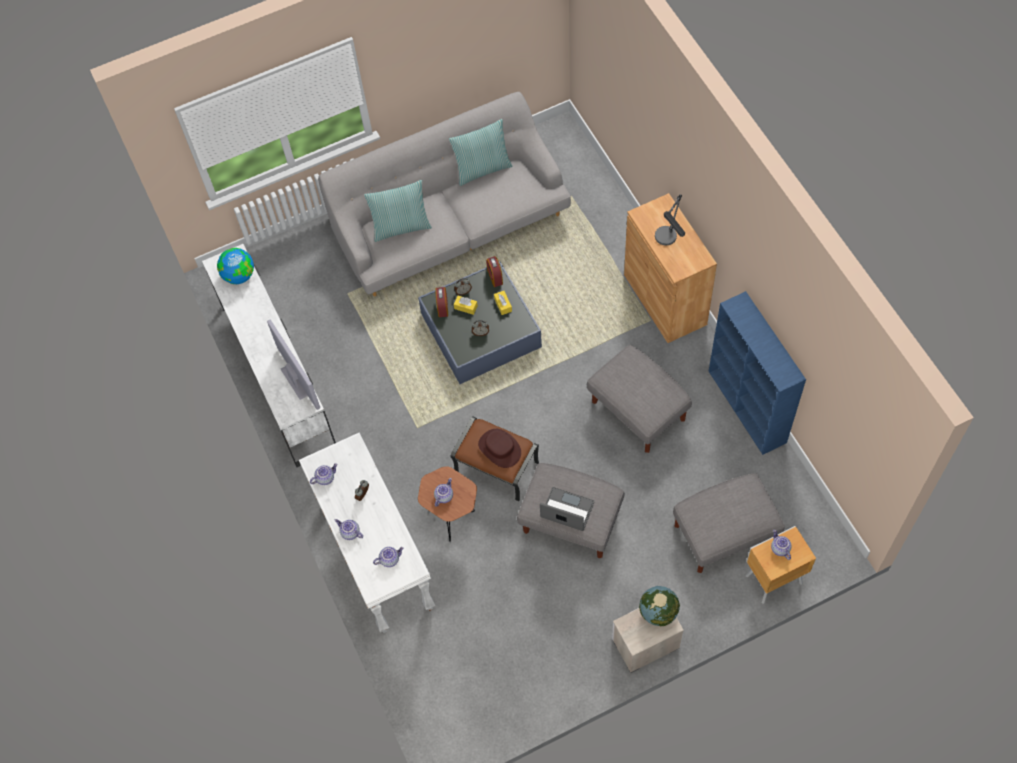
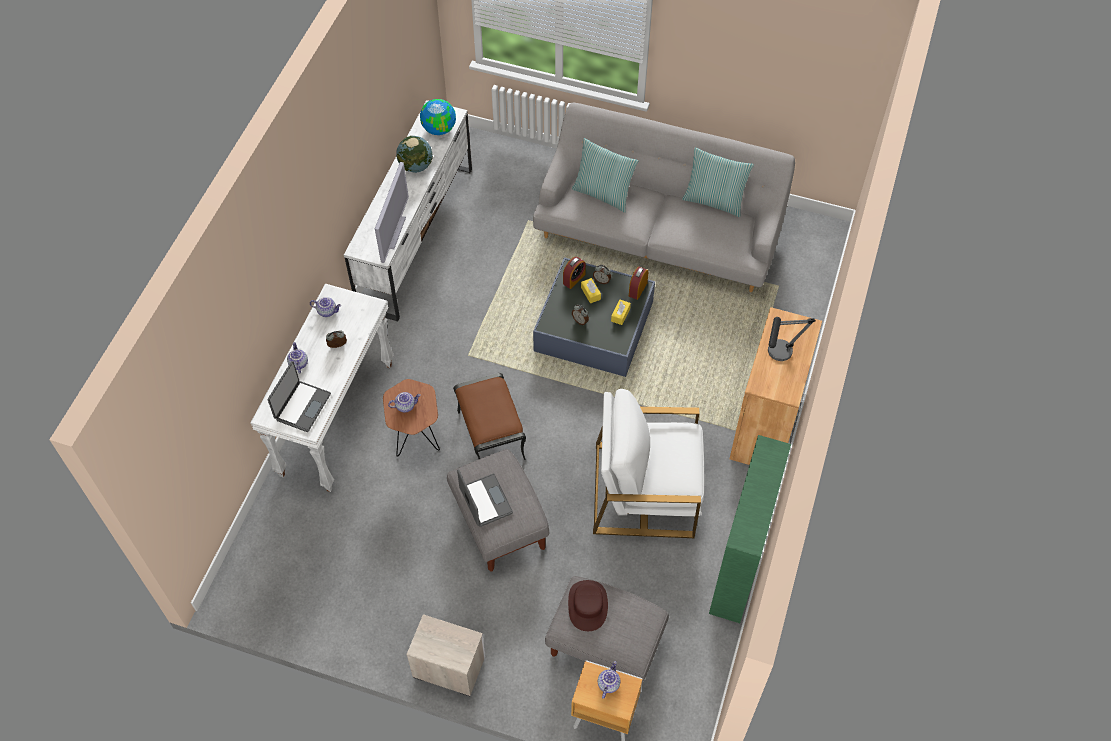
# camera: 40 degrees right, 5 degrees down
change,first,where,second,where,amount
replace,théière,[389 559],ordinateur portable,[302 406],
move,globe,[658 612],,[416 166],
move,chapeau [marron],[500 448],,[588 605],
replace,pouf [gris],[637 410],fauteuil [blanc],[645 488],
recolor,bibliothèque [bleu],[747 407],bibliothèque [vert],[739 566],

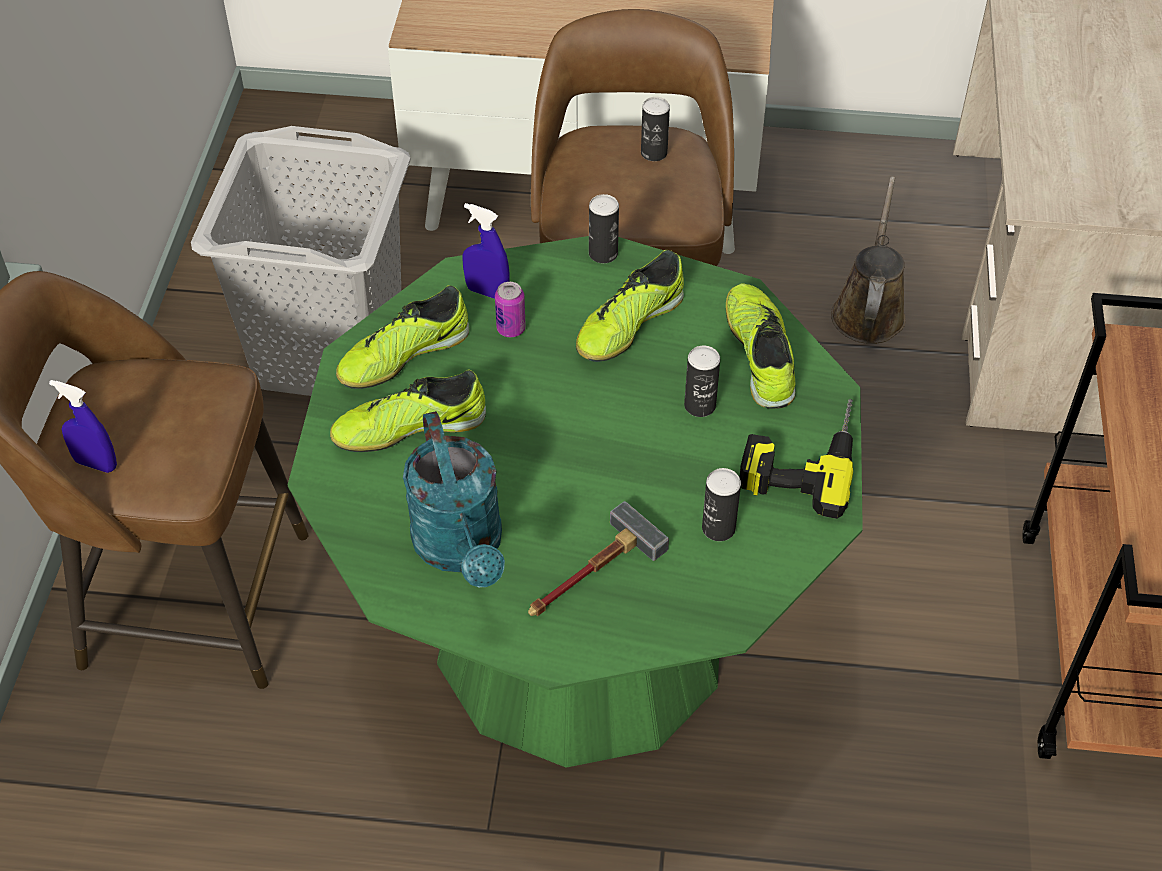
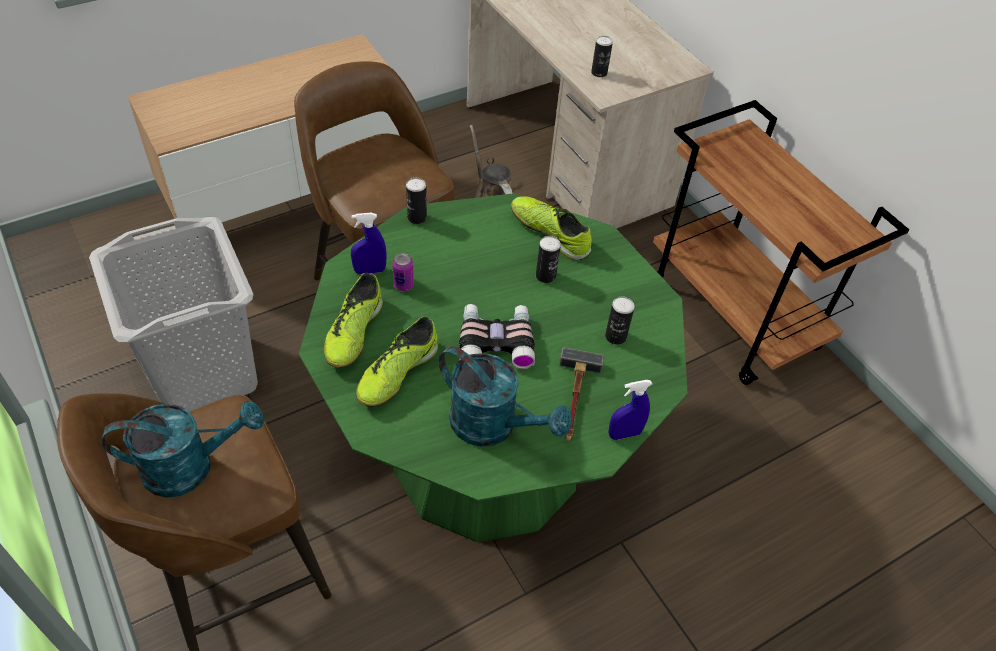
# camera: 40 degrees left, 0 degrees up
change,first,where,second,where,amount
insert,,,arrosoir [turquoise],[191 466],
insert,,,jumelles,[496 340],
move,boîte métallique,[654 153],,[599 73],
move,vaporisateur [bleu],[96 464],,[624 434],
delete,chaussure,[629 325],,,
delete,perceuse,[801 456],,,

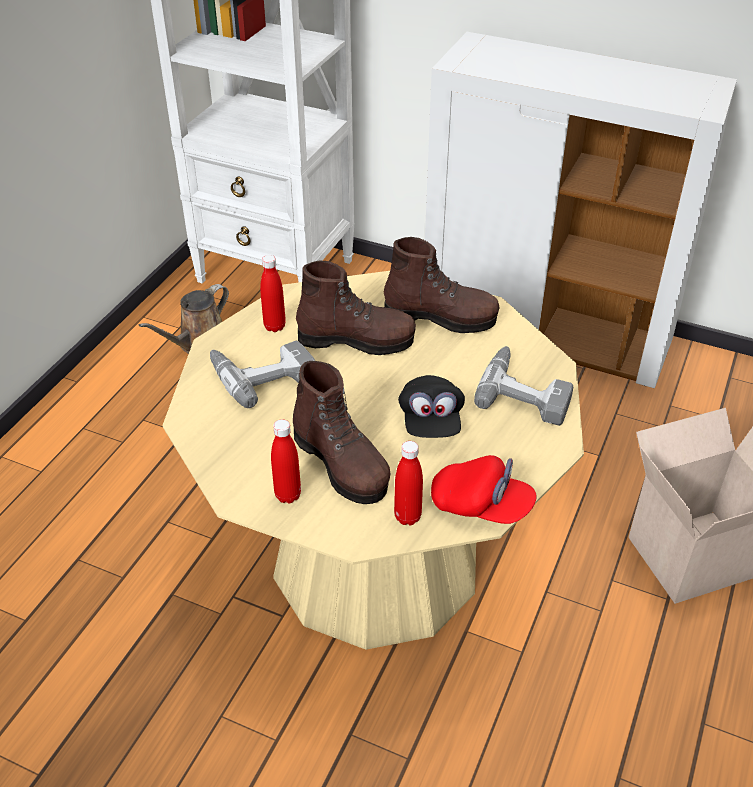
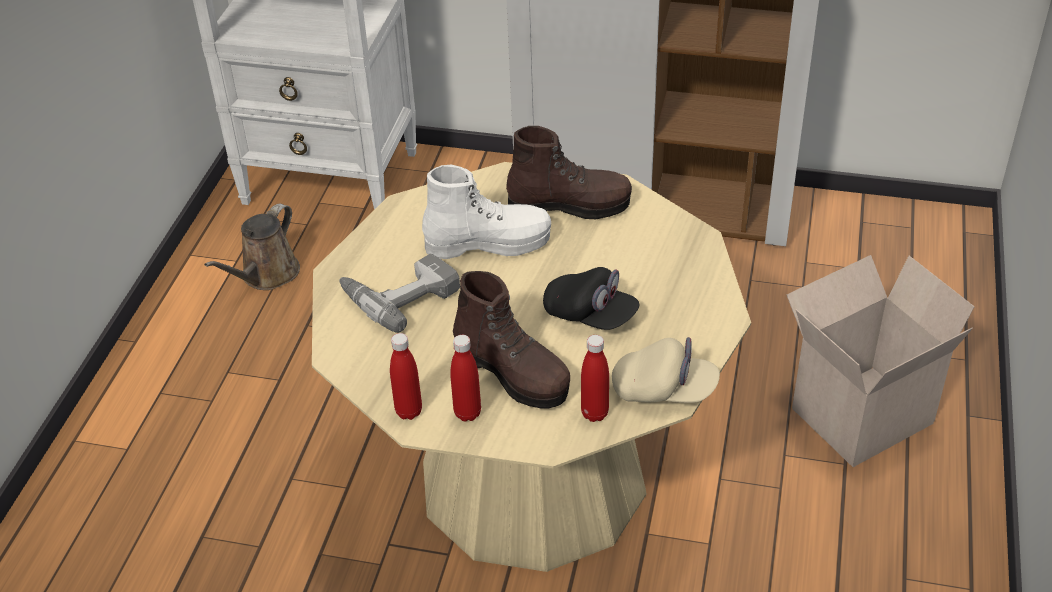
# camera: 10 degrees left, 0 degrees up
change,first,where,second,where,amount
move,bouteille [rouge],[274 326],,[409 411],
recolor,botte [marron],[356 340],botte [blanc],[488 243],
rotate,casquette [noir],[430 421],,[590 315],45 degrees counterclockwise
recolor,casquette [rouge],[481 506],casquette [beige],[664 390],
delete,perceuse,[526 392],,,

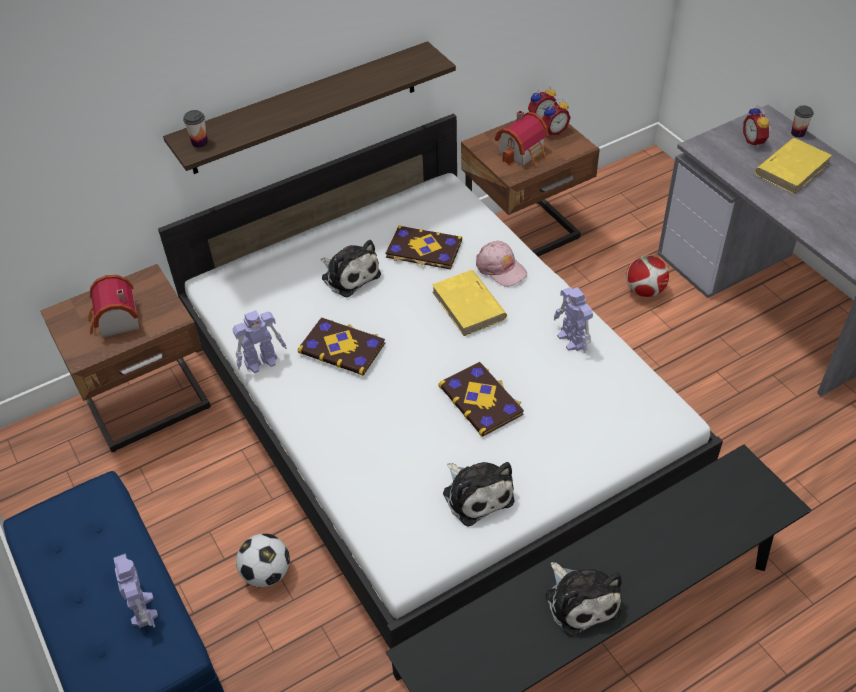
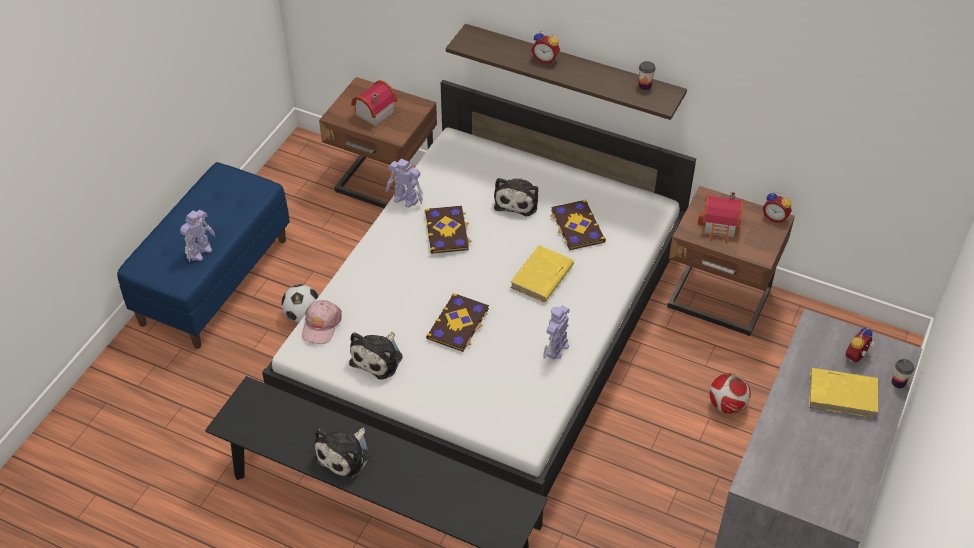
# camera: 55 degrees right, 0 degrees up
change,first,where,second,where,amount
move,casquette [rose],[501 268],,[321 325],
move,réveil,[553 131],,[545 59],
move,tasse,[199 143],,[645 86],

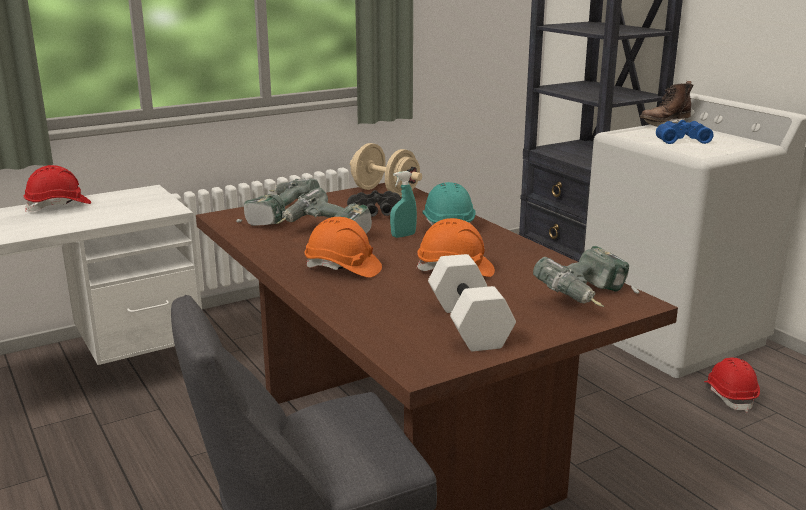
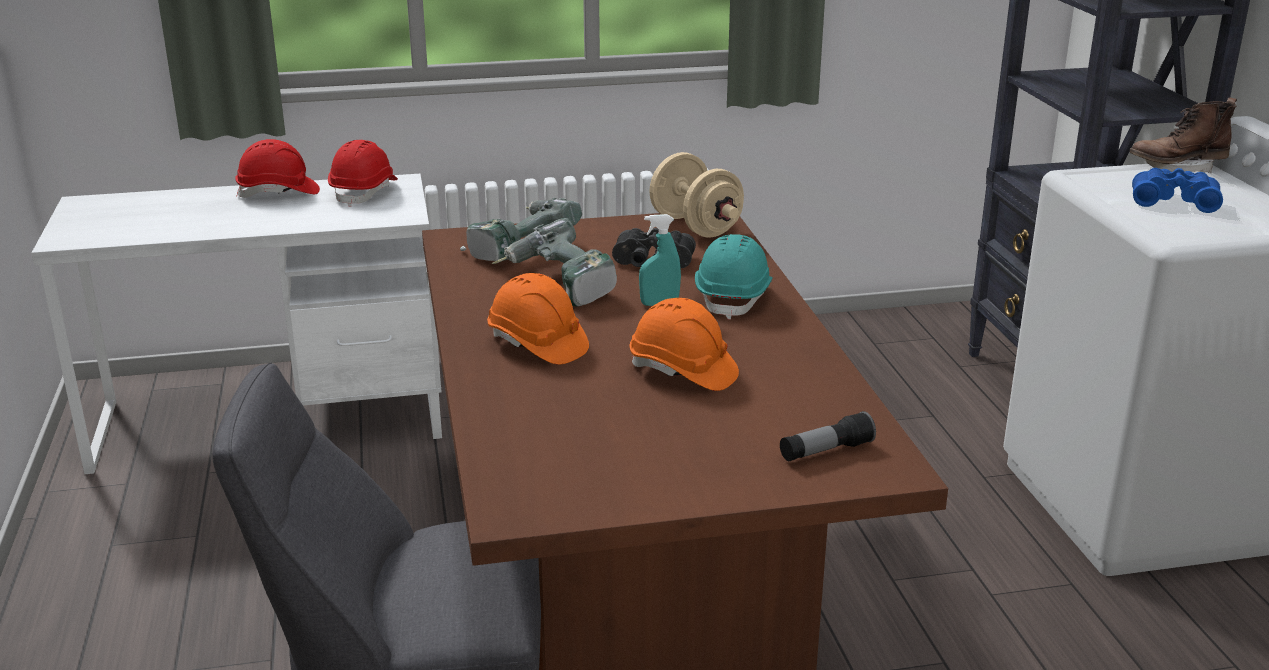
# camera: 20 degrees right, 5 degrees up
change,first,where,second,where,amount
move,casque de chantier [rouge],[730 395],,[365 192],
replace,perceuse,[588 299],lampe de poche,[825 451],
delete,haltère [blanc],[466 323],,,

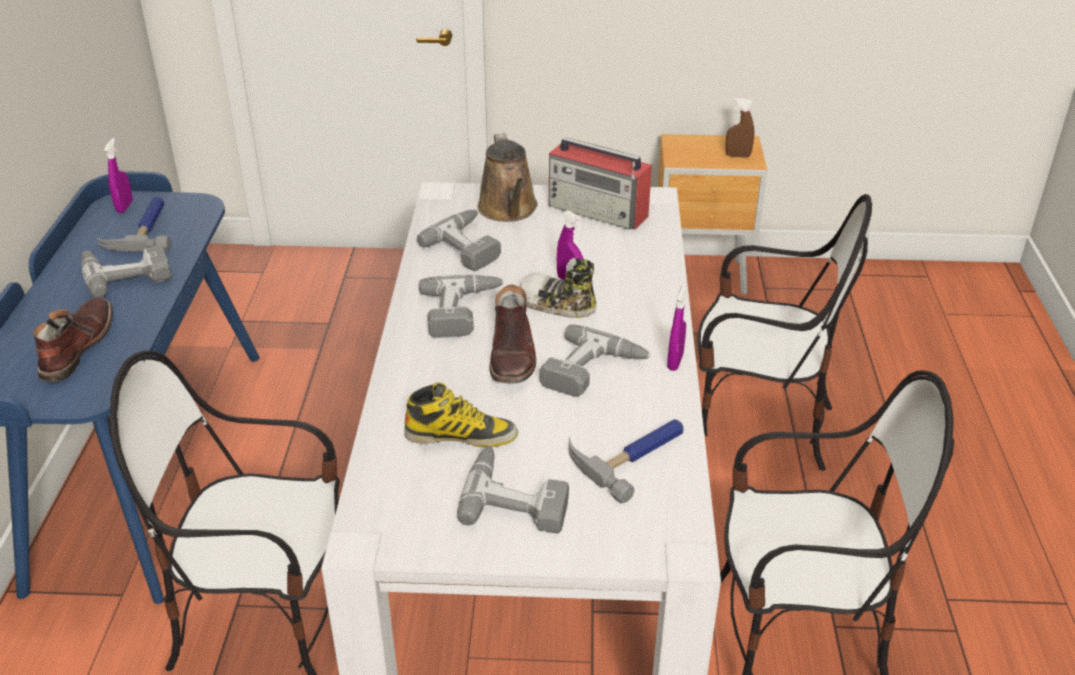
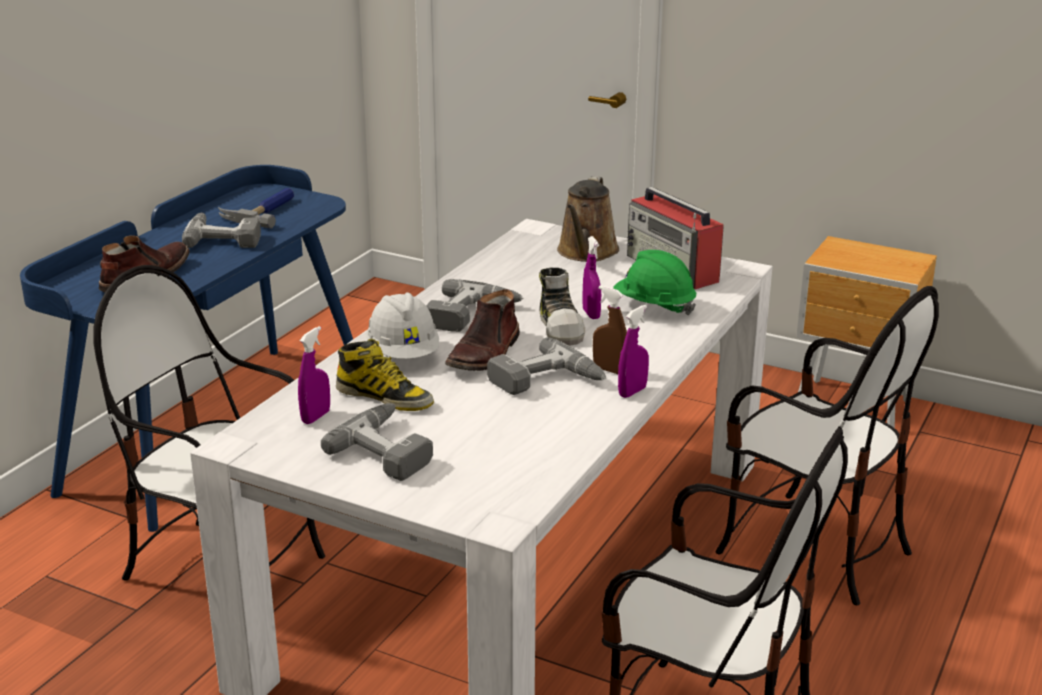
# camera: 25 degrees right, 10 degrees down
change,first,where,second,where,amount
move,vaporisateur [violet],[124 207],,[316 417],
insert,,,casque de chantier [blanc],[404 353],
rotate,chaussure,[556 304],,[561 328],150 degrees counterclockwise
move,vaporisateur [marron],[737 155],,[609 370],
insert,,,casque de chantier [vert],[654 306],
delete,perceuse,[470 245],,,
delete,marteau,[632 455],,,

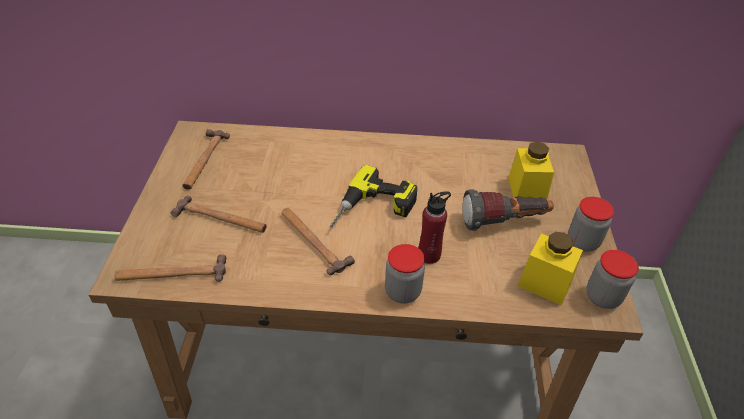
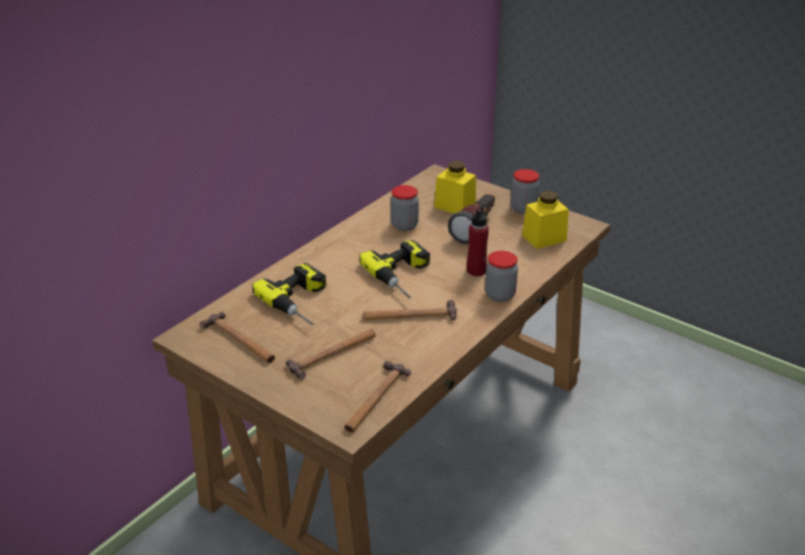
# camera: 55 degrees left, 10 degrees down
change,first,where,second,where,amount
insert,,,perceuse,[303 302],
move,bocal,[602 297],,[404 225],

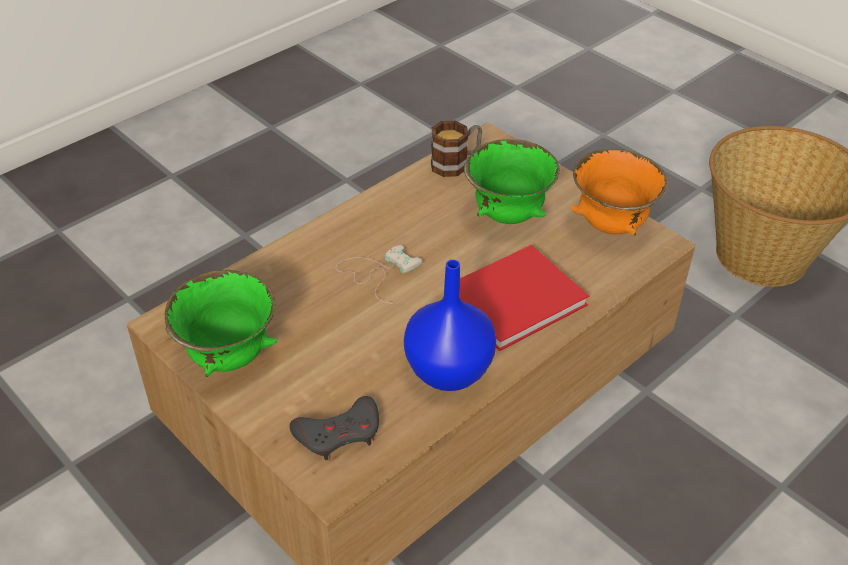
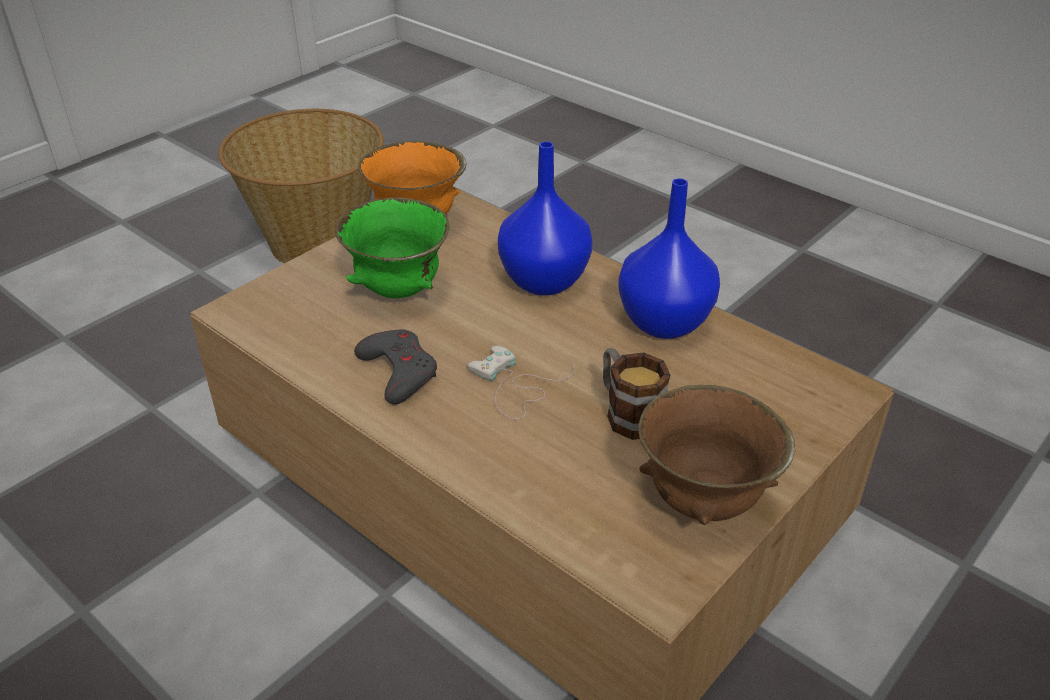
# camera: 95 degrees left, 5 degrees down
change,first,where,second,where,amount
move,manette [gris],[339 433],,[398 371],
replace,livre [rouge],[519 298],vase [bleu],[542 281],
move,mug,[456 163],,[627 412],
recolor,bol [vert],[228 357],bol [marron],[703 504],

